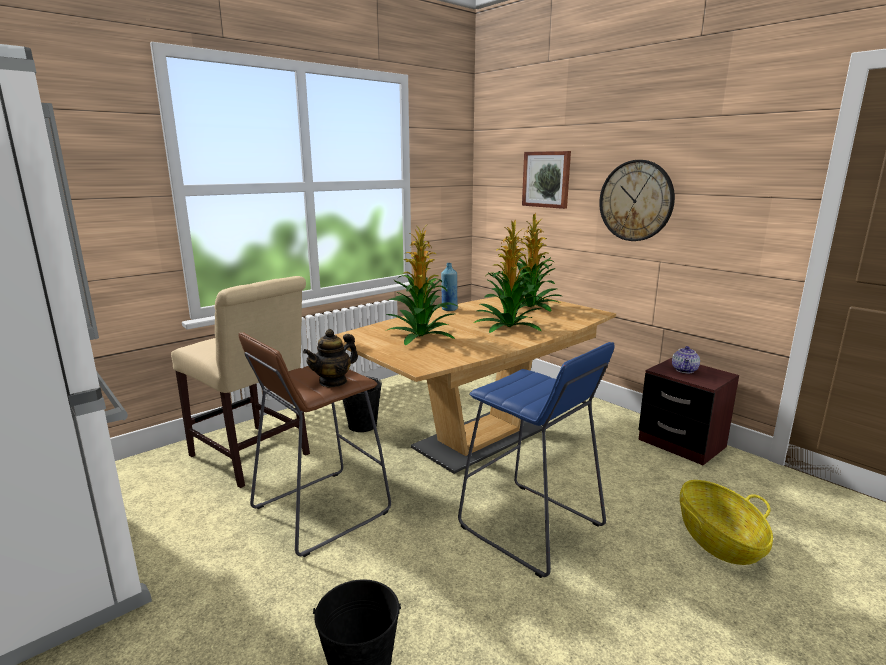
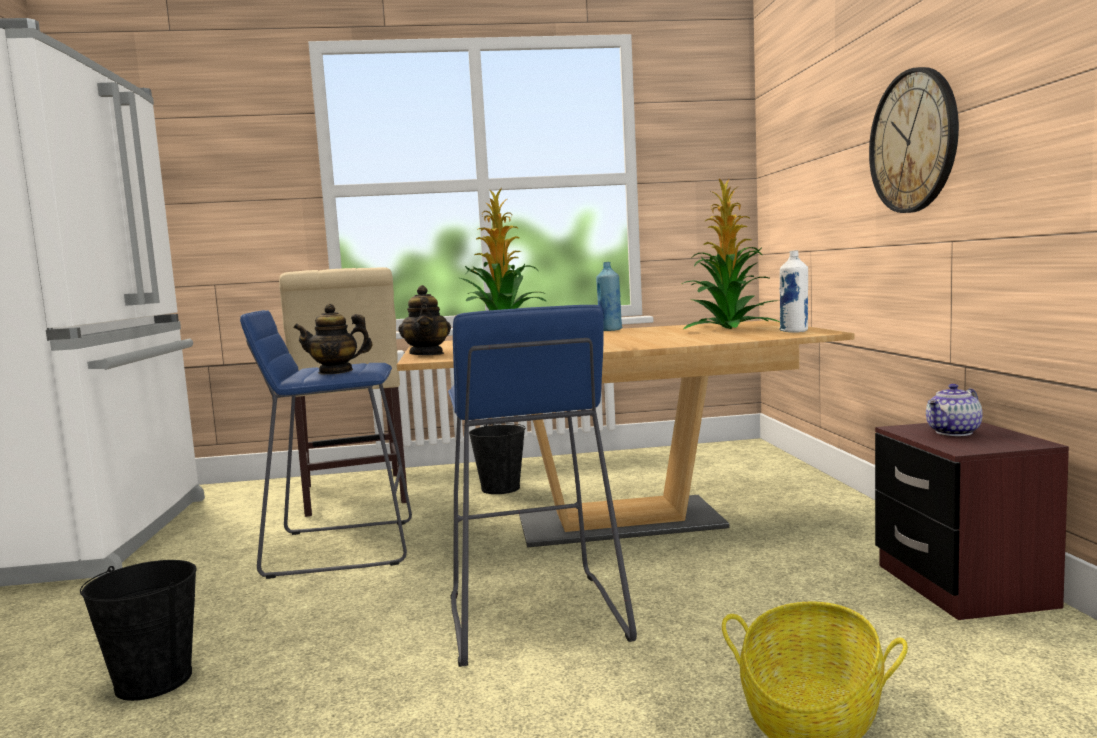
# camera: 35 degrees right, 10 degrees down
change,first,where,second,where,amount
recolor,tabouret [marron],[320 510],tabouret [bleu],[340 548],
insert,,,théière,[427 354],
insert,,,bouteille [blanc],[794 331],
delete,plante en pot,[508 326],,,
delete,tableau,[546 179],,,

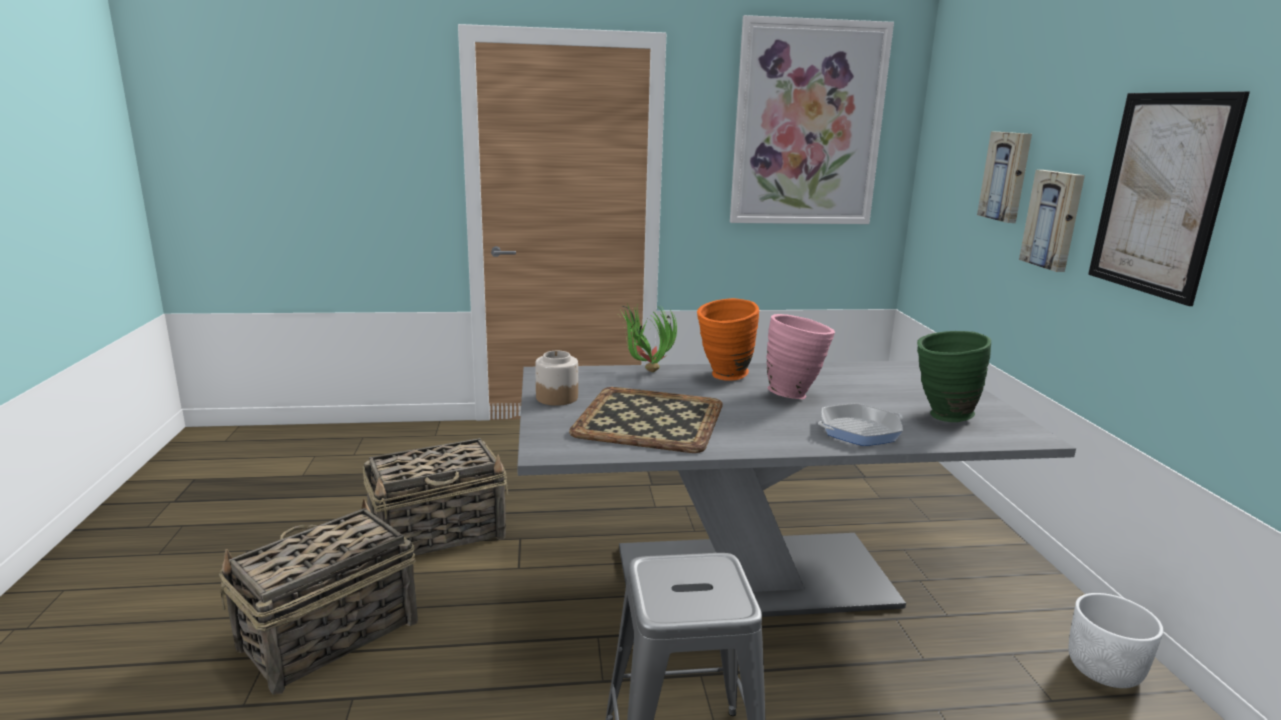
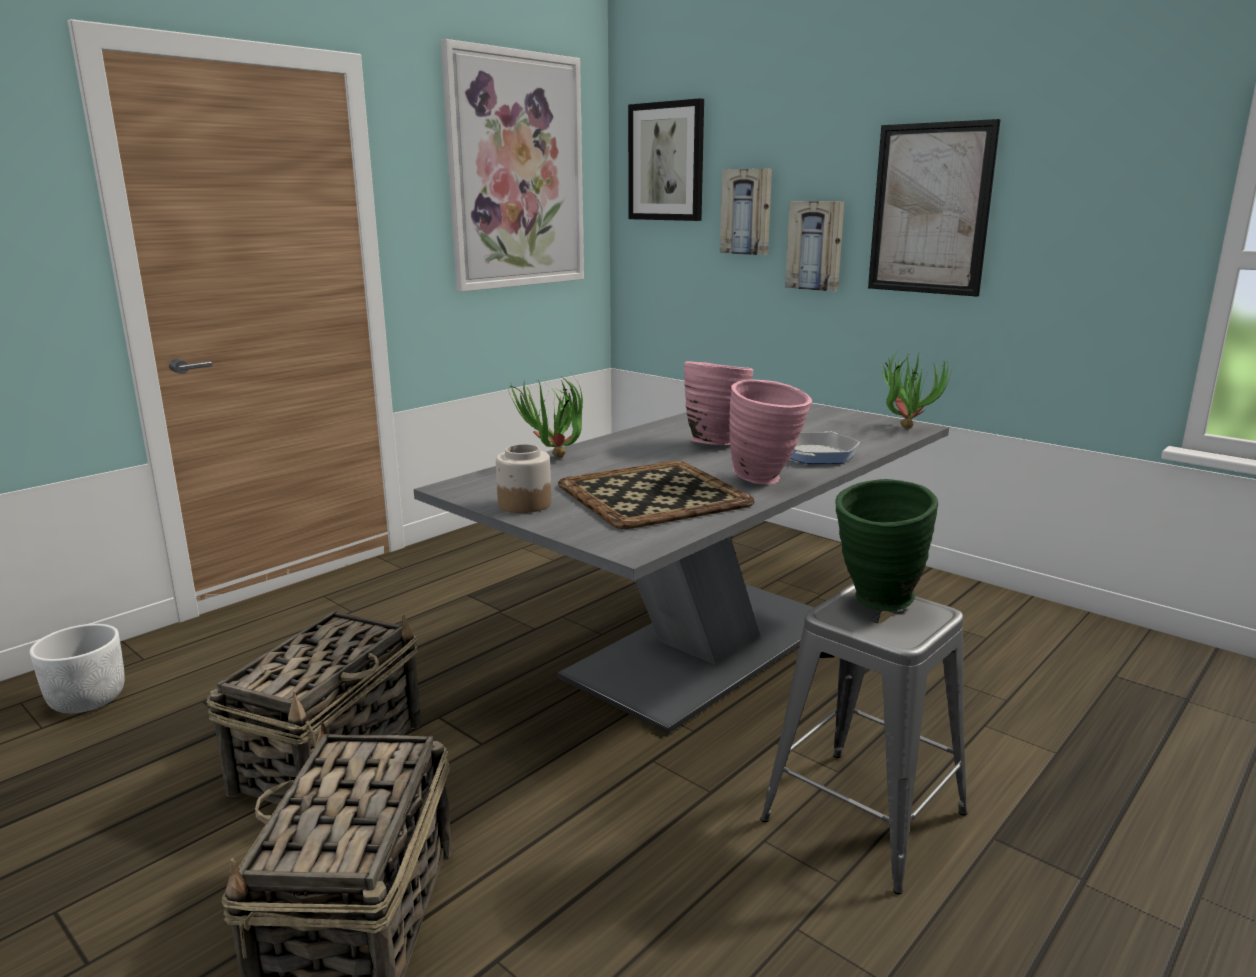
# camera: 40 degrees left, 0 degrees up
change,first,where,second,where,amount
move,cache-pot [blanc],[1104 669],,[88 699],
insert,,,tableau,[666 162],
insert,,,vase [rose],[767 480],
move,vase [vert],[941 416],,[876 604],
insert,,,plante en pot,[906 426],
delete,vase [orange],[723 377],,,

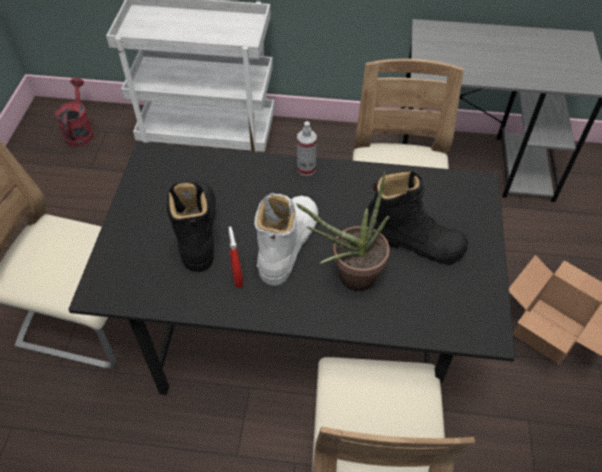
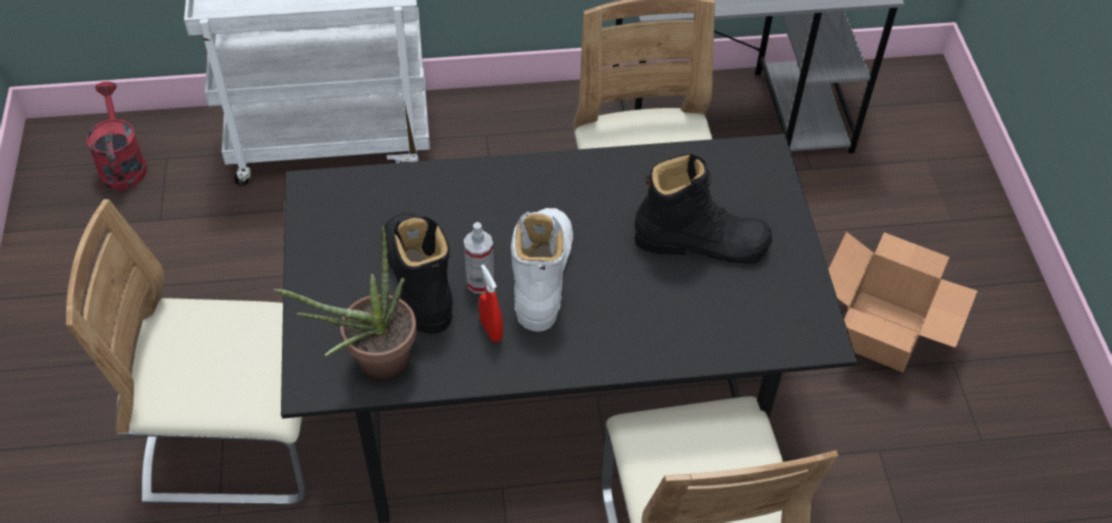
# camera: 15 degrees left, 0 degrees up
change,first,where,second,where,amount
move,plante en pot,[349 278],,[373 366],
move,vaporisateur,[306 169],,[480 282],

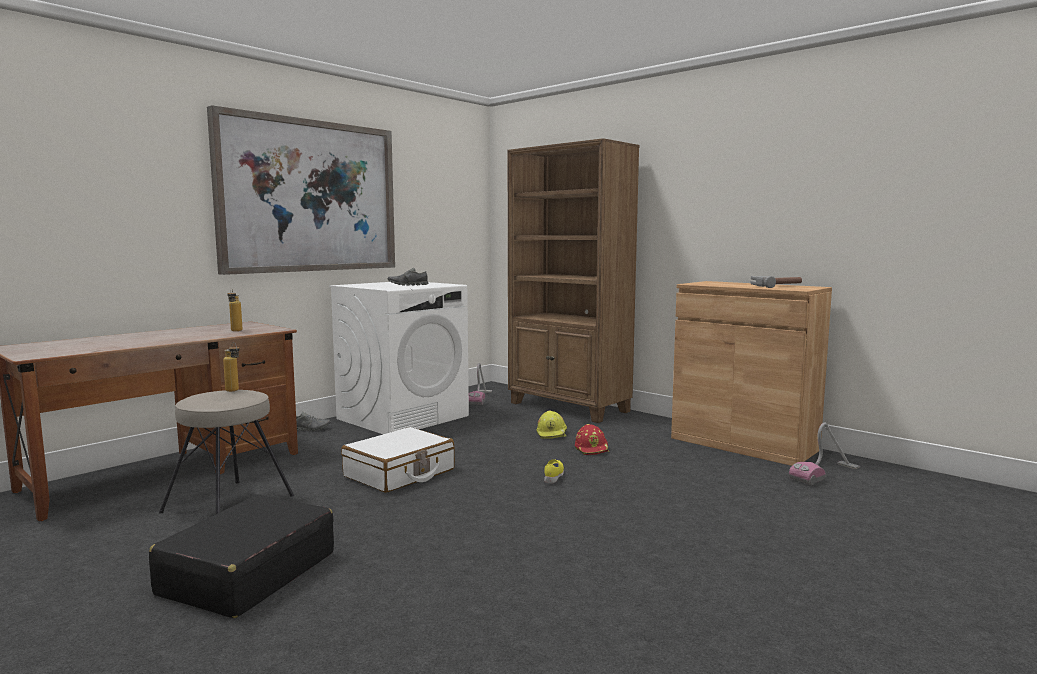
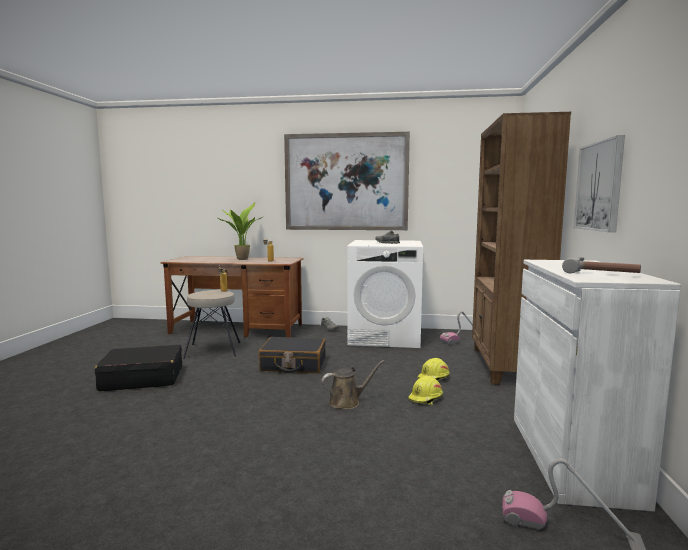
# camera: 55 degrees right, 0 degrees up
change,first,where,second,where,amount
insert,,,plante en pot,[241 259],
recolor,valise [blanc],[400 473],valise [noir],[293 364],
replace,chaussure [jaune],[554 477],arrosoir [marron],[347 402],
recolor,casque de chantier [rouge],[592 449],casque de chantier [jaune],[426 398],
recolor,meuble de rangement [marron],[743 444],meuble de rangement [blanc],[571 457],
insert,,,tableau,[599 186],

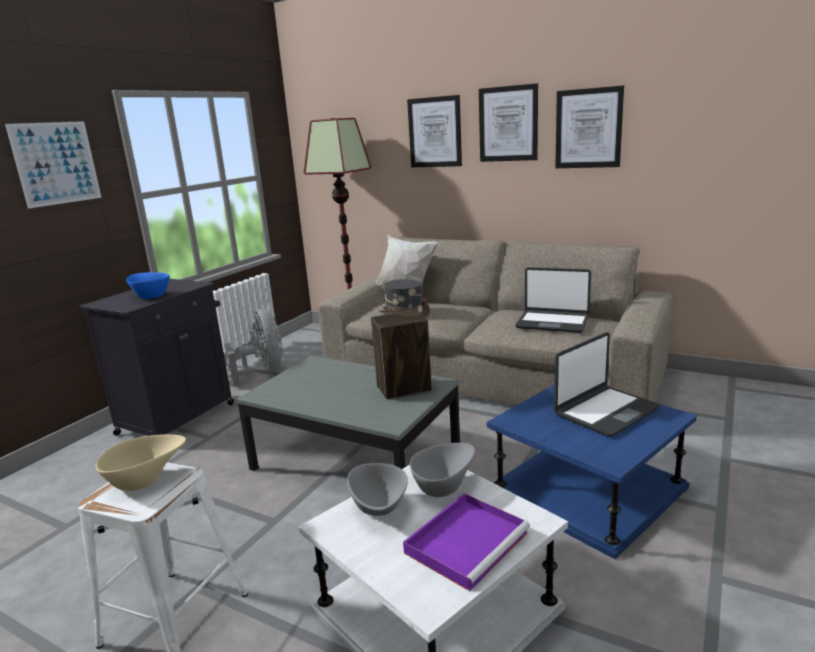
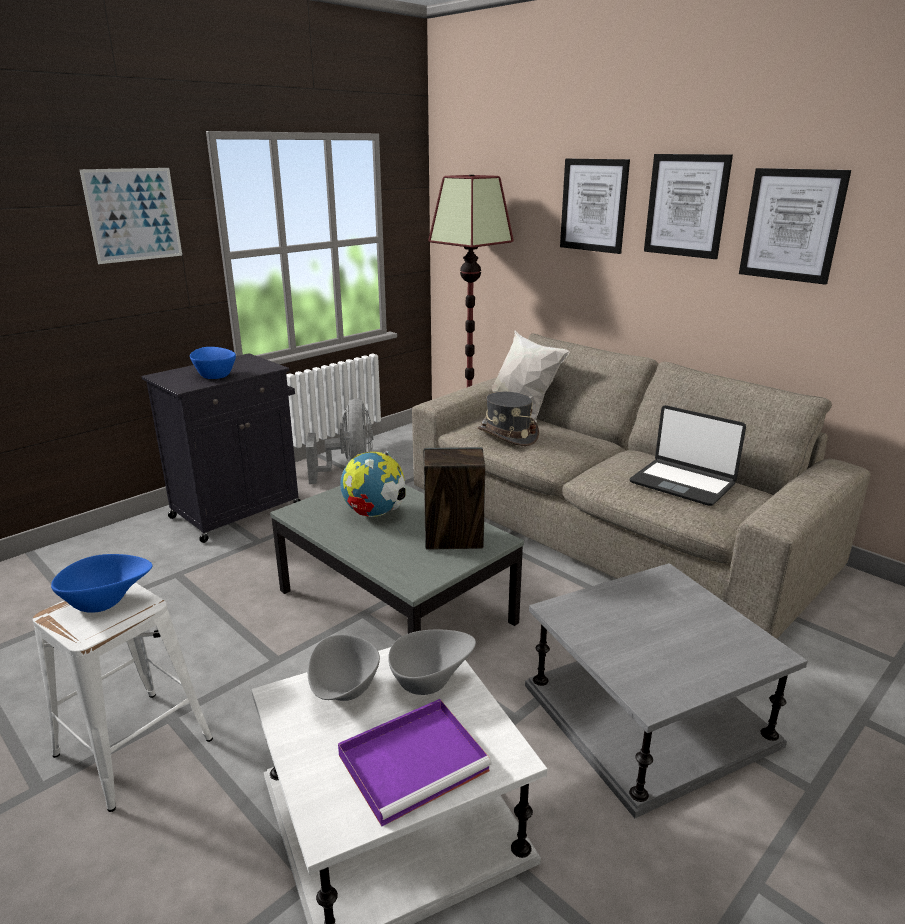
# camera: 15 degrees right, 5 degrees up
change,first,where,second,where,amount
recolor,bol [beige],[146 480],bol [bleu],[108 602],
insert,,,globe,[374 513],
recolor,table d'appoint [bleu],[587 490],table d'appoint [gris],[648 715],
delete,ordinateur portable,[605 411],,,

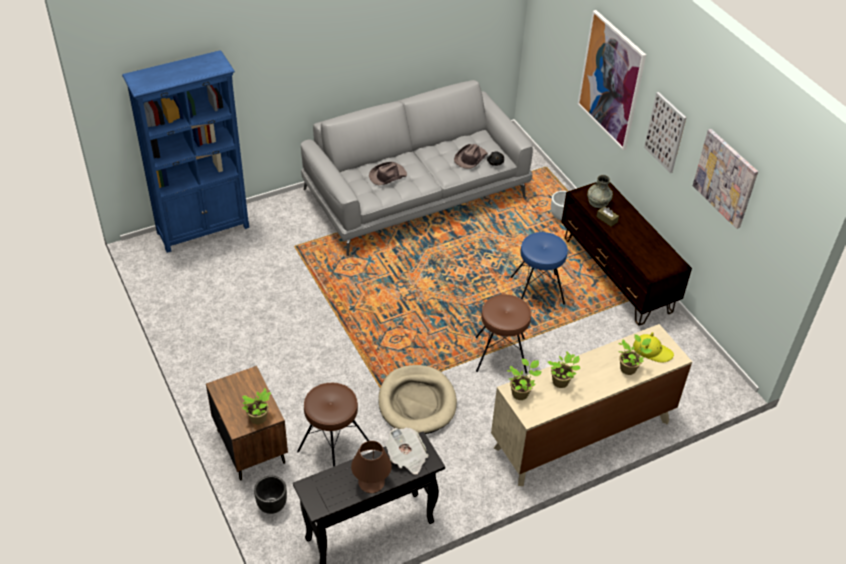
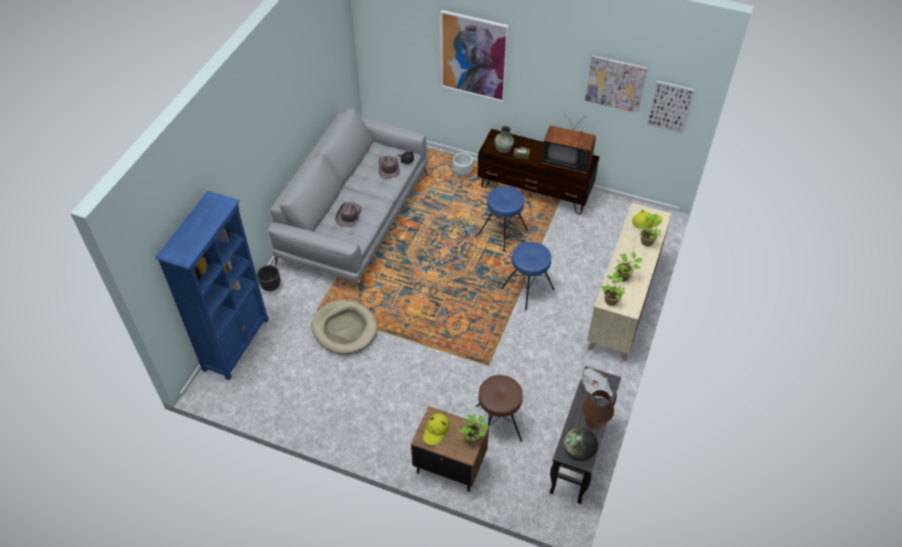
# camera: 40 degrees left, 5 degrees up
change,first,where,second,where,amount
move,cache-pot [noir],[272 505],,[271 286],
move,panier pour chien [beige],[417 402],,[344 329],
insert,,,chapeau [jaune],[436 430],
recolor,tabouret [marron],[501 355],tabouret [bleu],[528 289],
insert,,,téléviseur,[566 160],
insert,,,globe,[578 452],
move,tableau,[665 132],,[670 106],

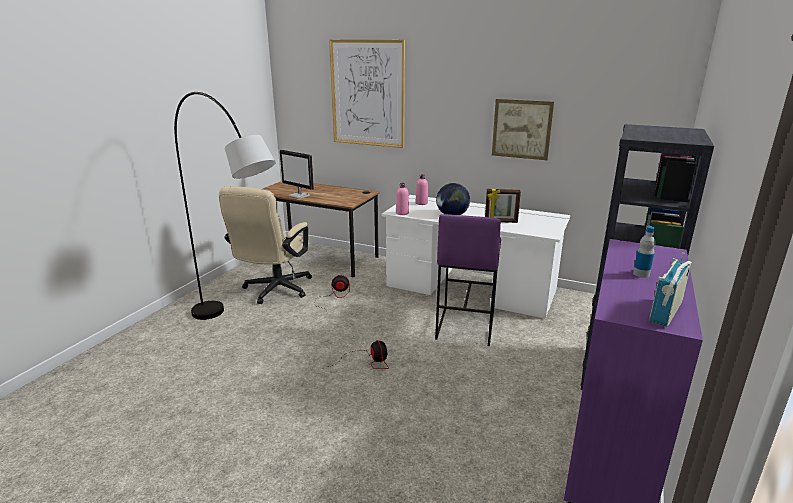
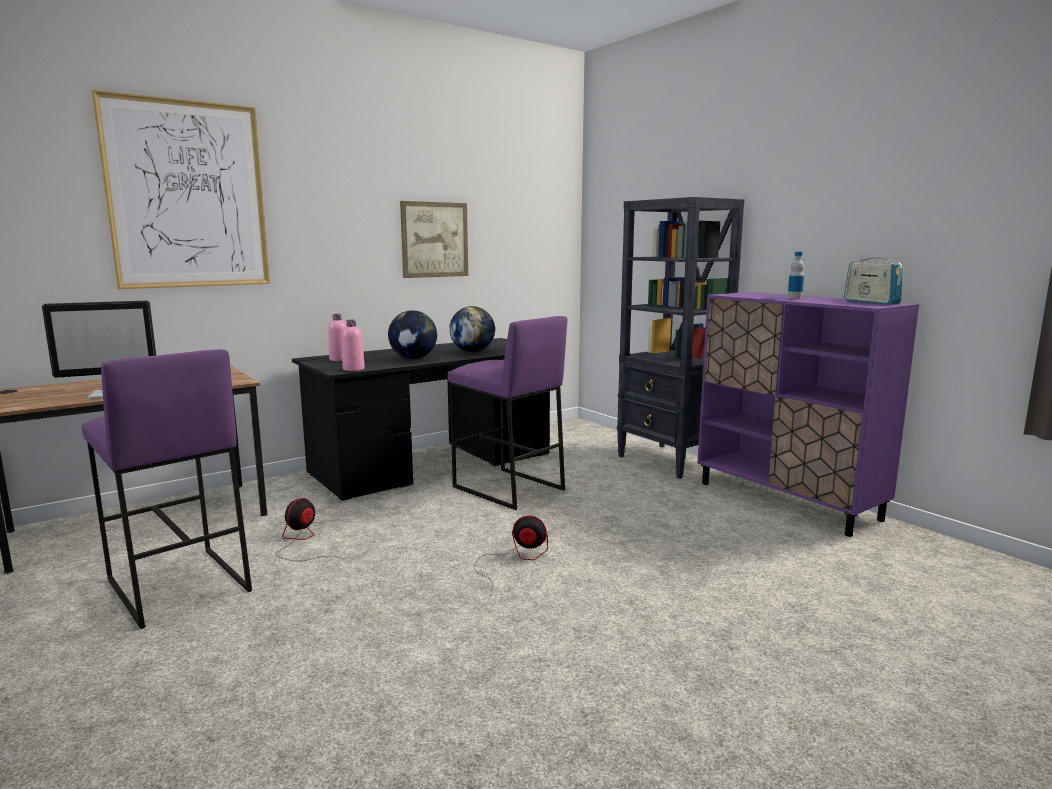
# camera: 60 degrees left, 10 degrees down
change,first,where,second,where,amount
replace,chaise de bureau [beige],[274 291],tabouret [violet],[176 585],
recolor,bureau [blanc],[471 288],bureau [noir],[432 464],
replace,cadre photo,[501 222],globe,[472 351],
delete,lampadaire [gris],[241 332],,,

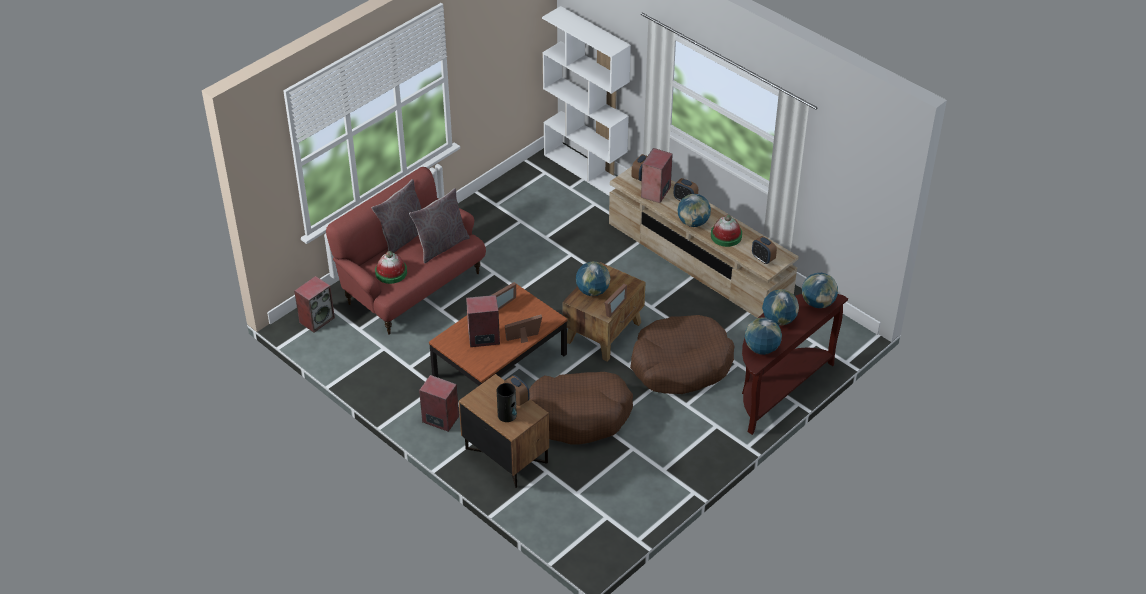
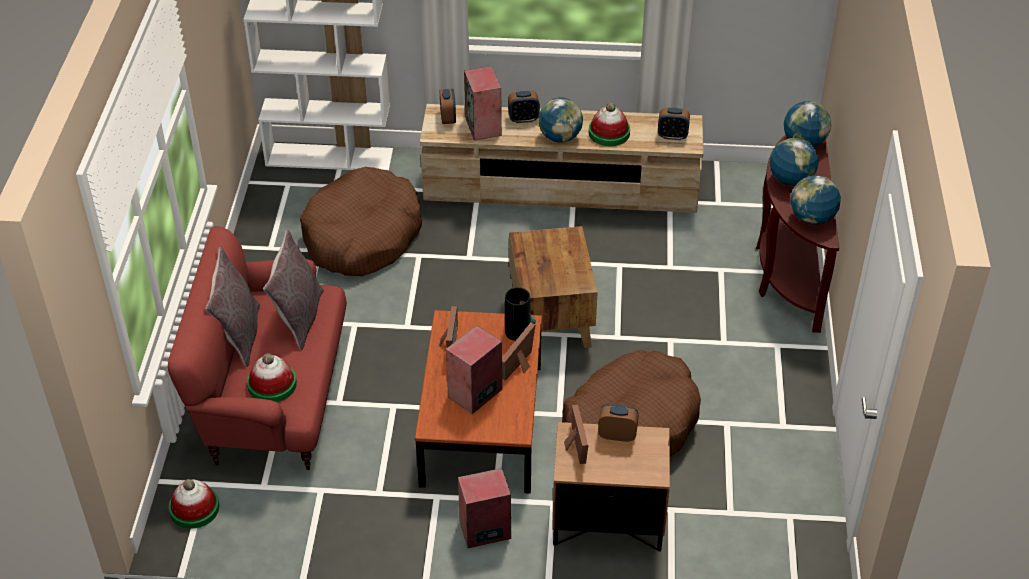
# camera: 40 degrees left, 0 degrees up
change,first,where,second,where,amount
replace,enceinte,[317 319],chapeau,[194 508],
move,panier pour chien [marron],[680 364],,[362 236],
move,vase,[507 415],,[518 331],
move,cadre photo,[612 307],,[573 447],
delete,globe,[592 291],,,

